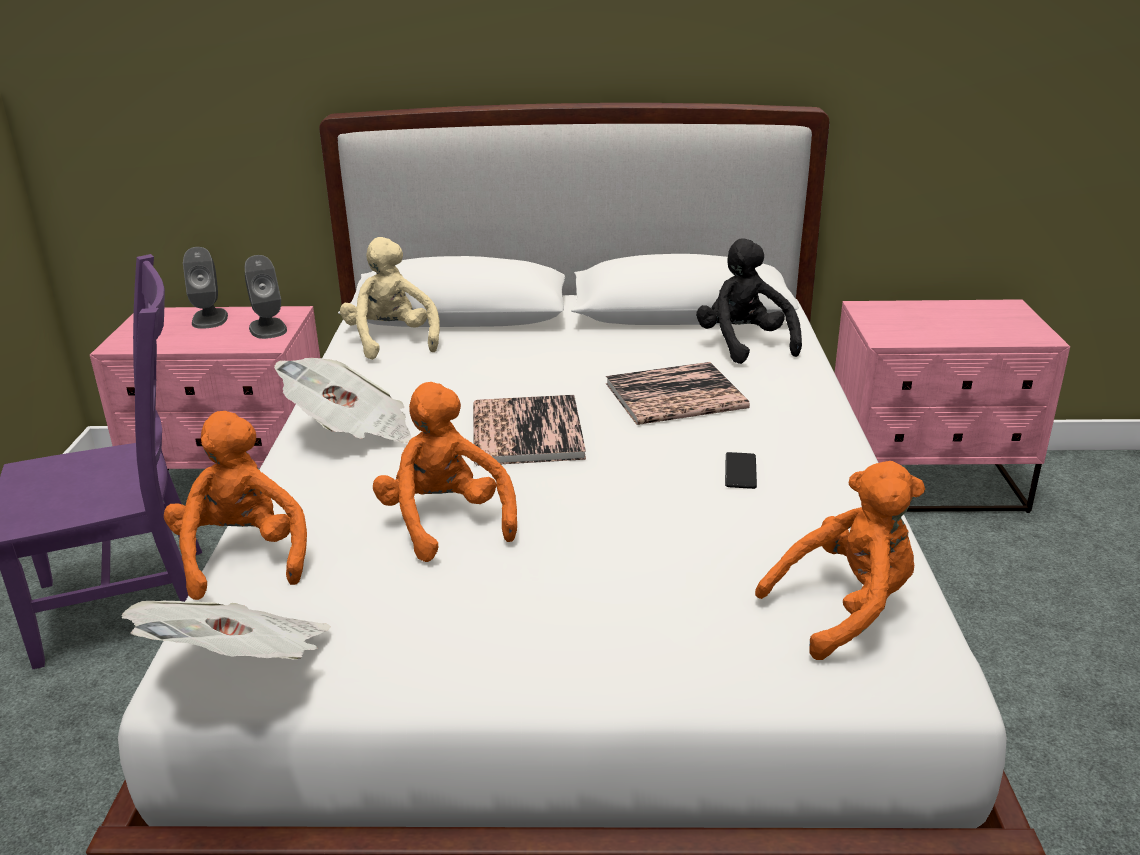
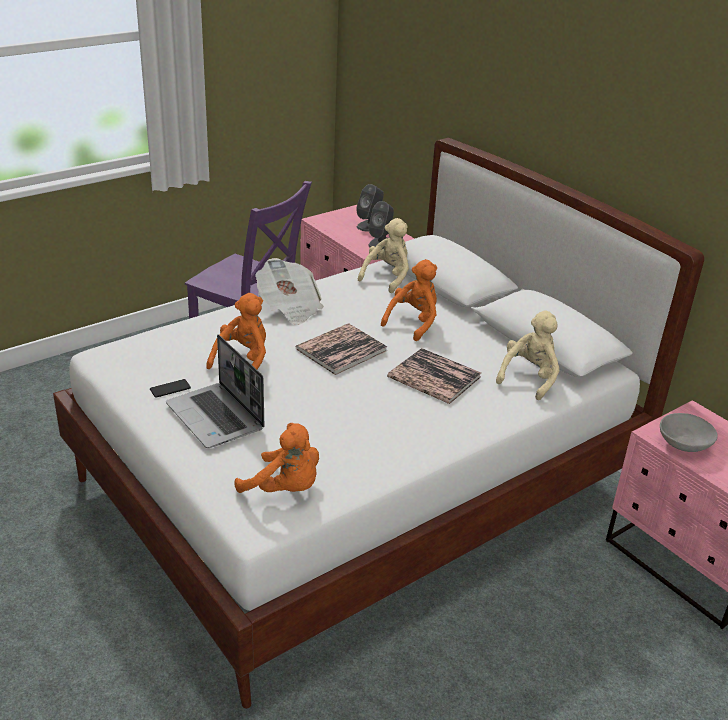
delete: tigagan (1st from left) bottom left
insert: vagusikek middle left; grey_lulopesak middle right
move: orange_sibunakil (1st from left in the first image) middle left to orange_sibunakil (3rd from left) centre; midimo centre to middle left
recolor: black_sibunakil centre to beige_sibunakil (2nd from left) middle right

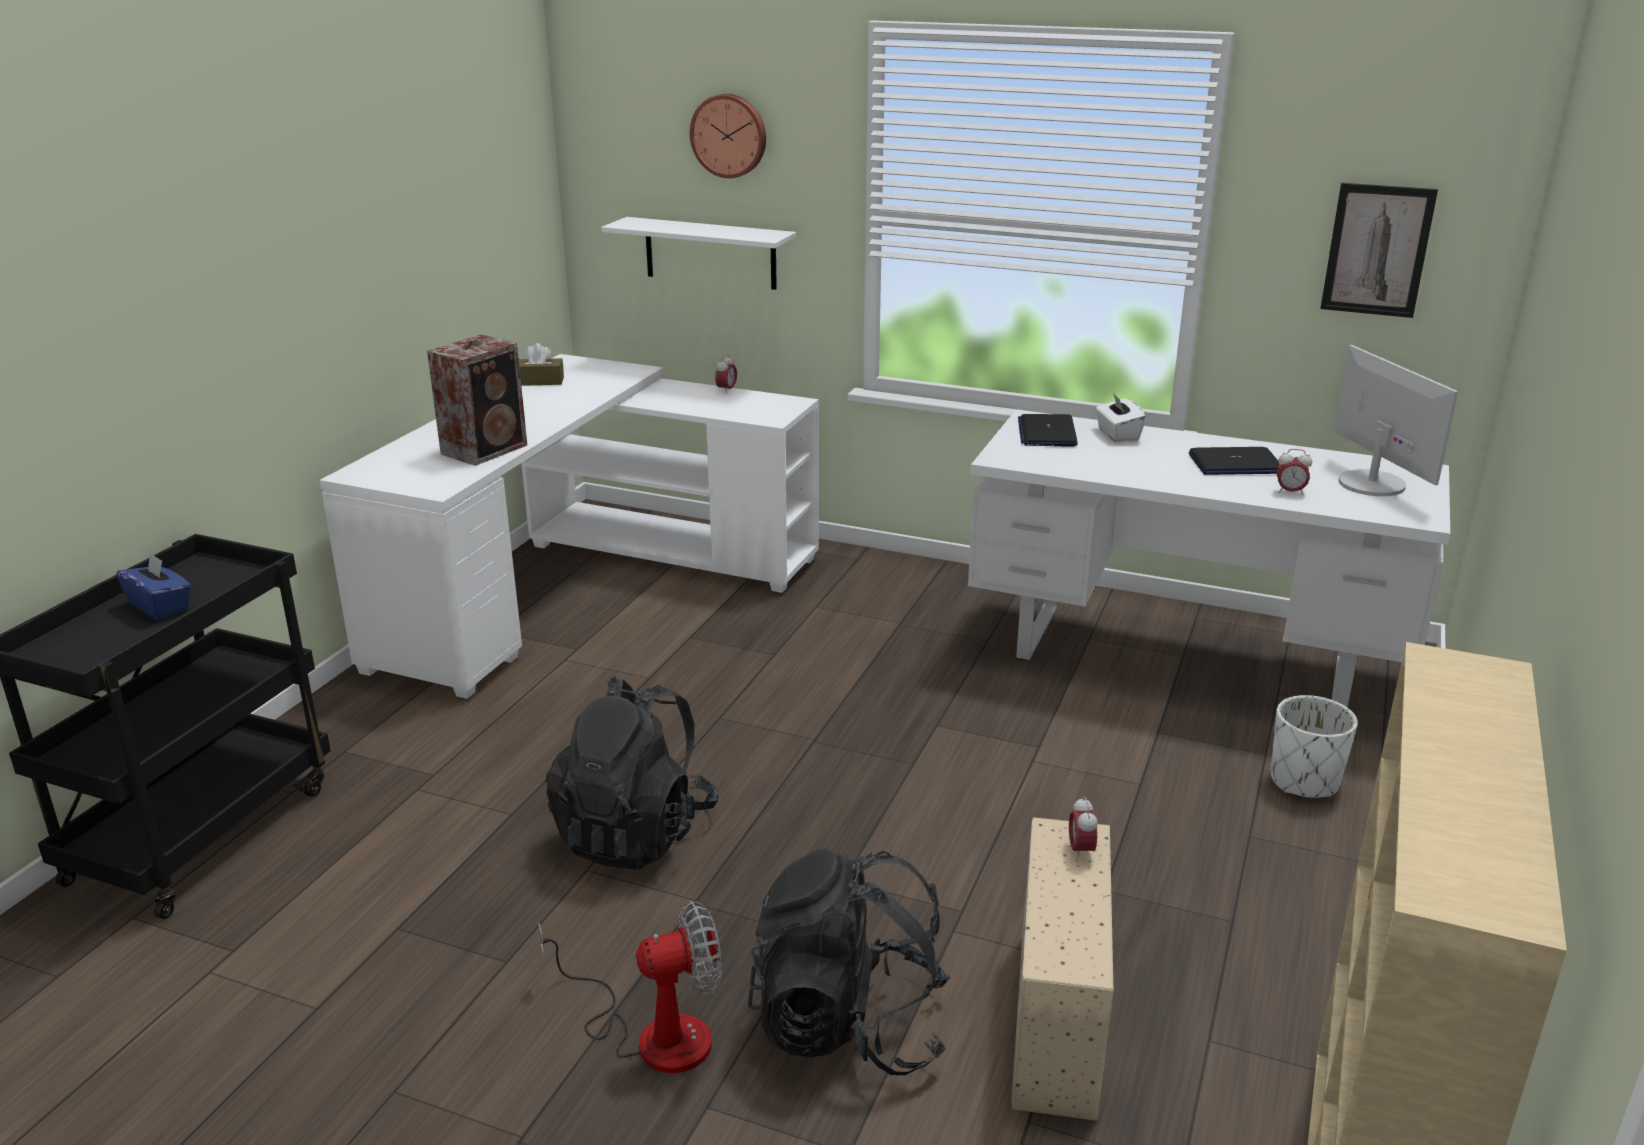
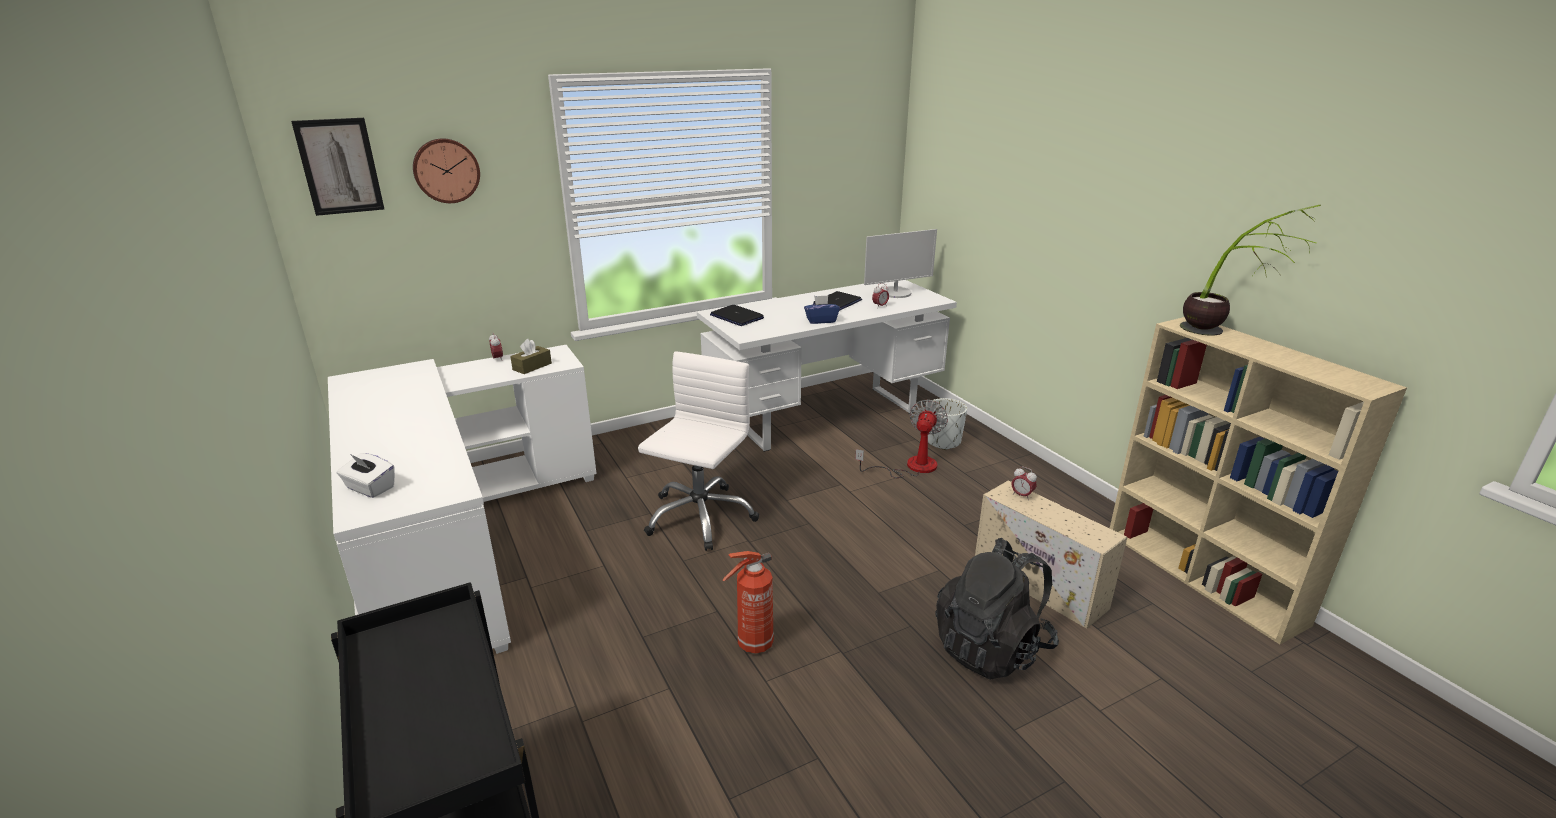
delete: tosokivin middle left; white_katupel top centre
insert: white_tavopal centre; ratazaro top right
move: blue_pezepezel middle left to centre; brown_pezepezel top left to centre; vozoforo bottom centre to centre; white_pezepezel middle right to middle left; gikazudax top right to top left
replace: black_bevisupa (1st from left) bottom centre to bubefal bottom centre
rotate: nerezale middle right = top centre 135 degrees clockwise

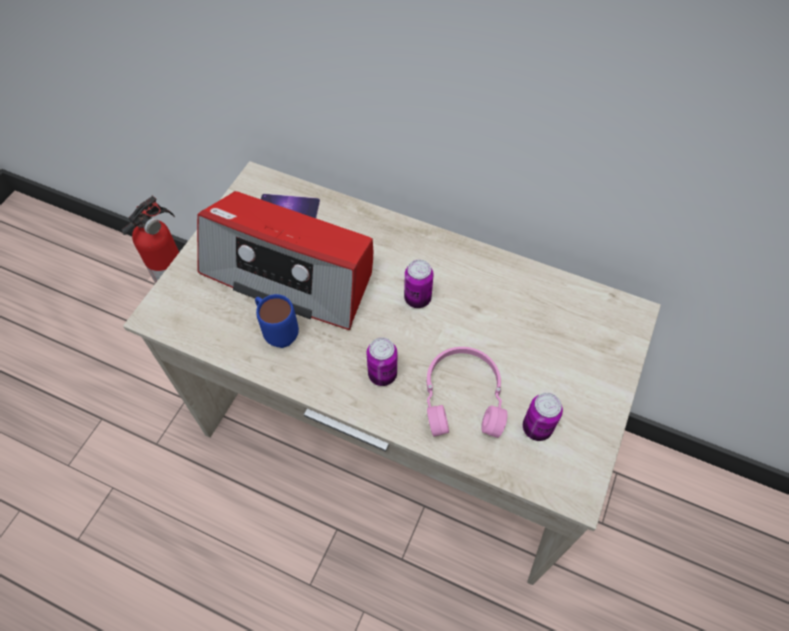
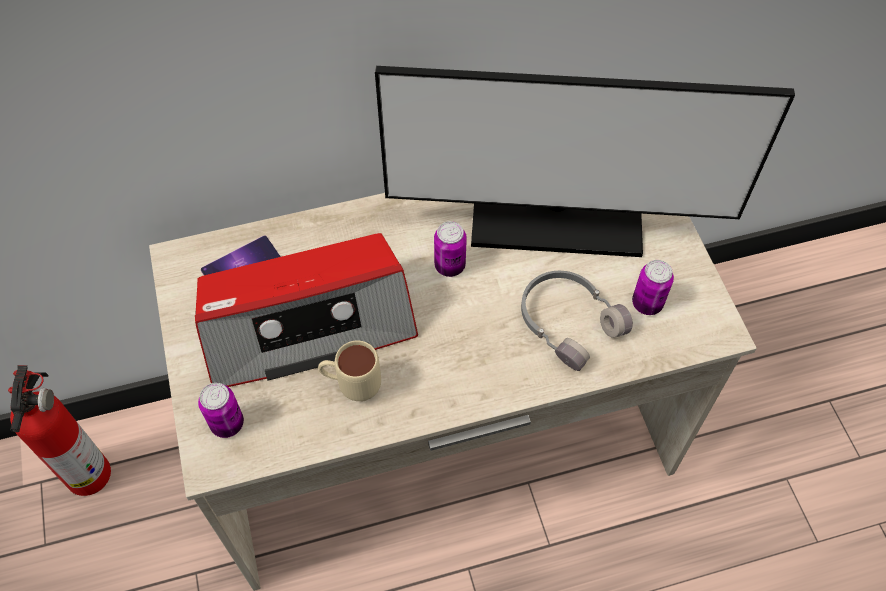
insert: nerezale top centre
move: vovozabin (1st from left) centre to bottom left
recolor: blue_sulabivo centre to beige_sulabivo centre; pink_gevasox centre to grey_gevasox centre

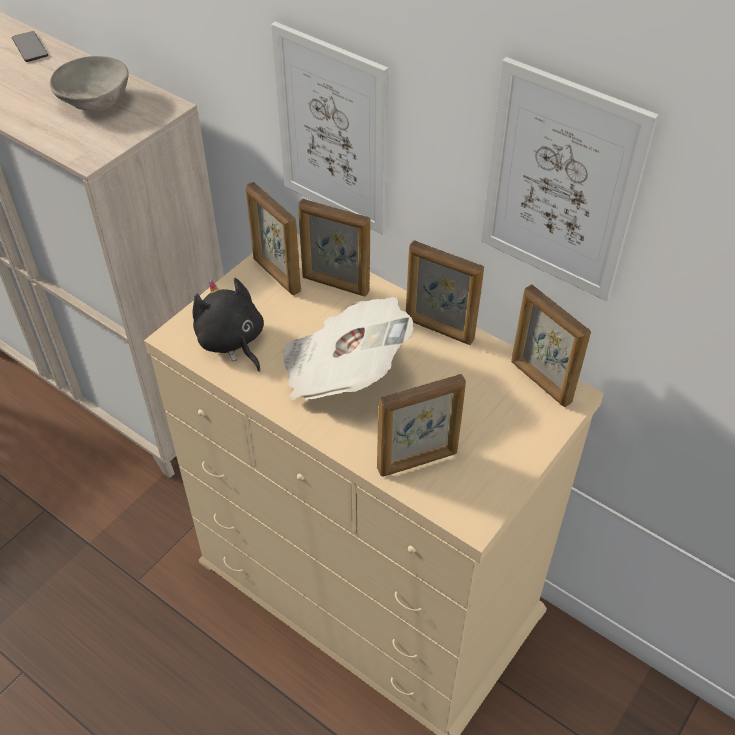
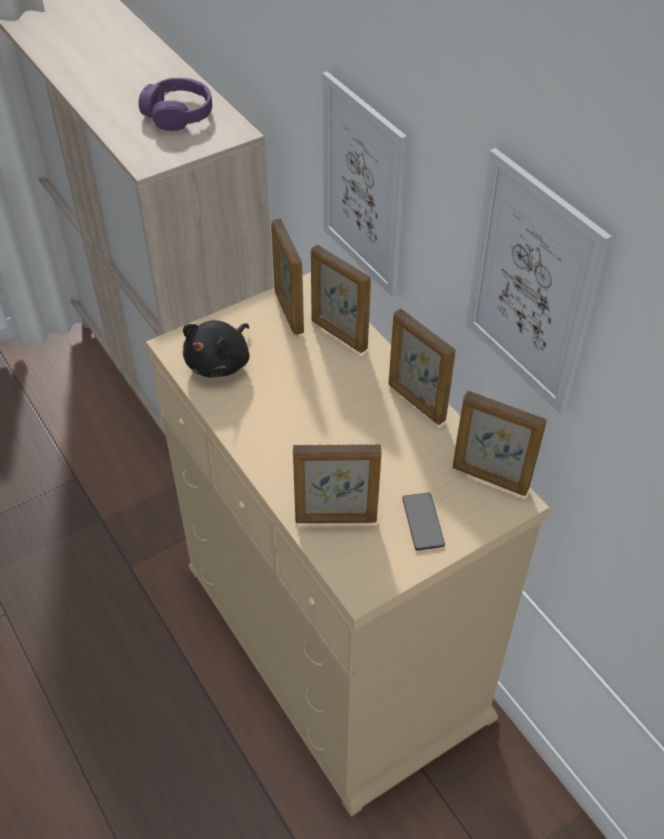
delete: tigagan centre
move: midimo top left to centre
replace: grey_lulopesak top left to purple_gevasox top left
rotate: black_sibunakil middle left = middle left 135 degrees counterclockwise; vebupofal (5th from left) middle right = middle right 45 degrees counterclockwise

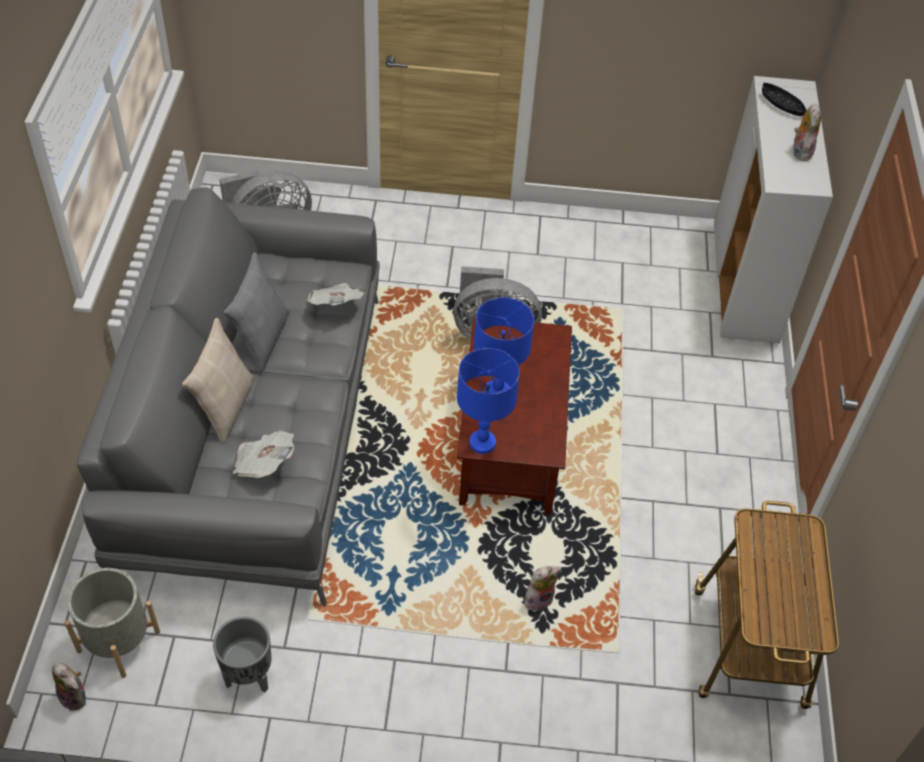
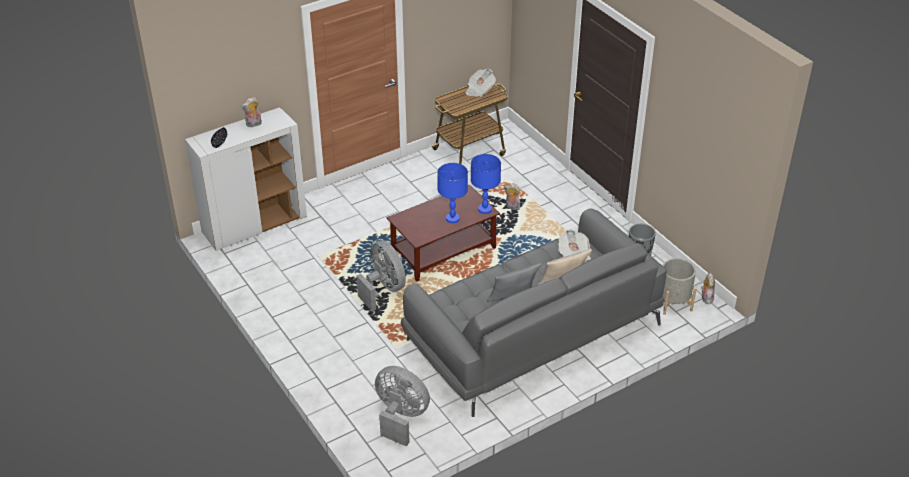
move: tigagan (2nd from left in the first image) centre to tigagan (1st from left) top centre

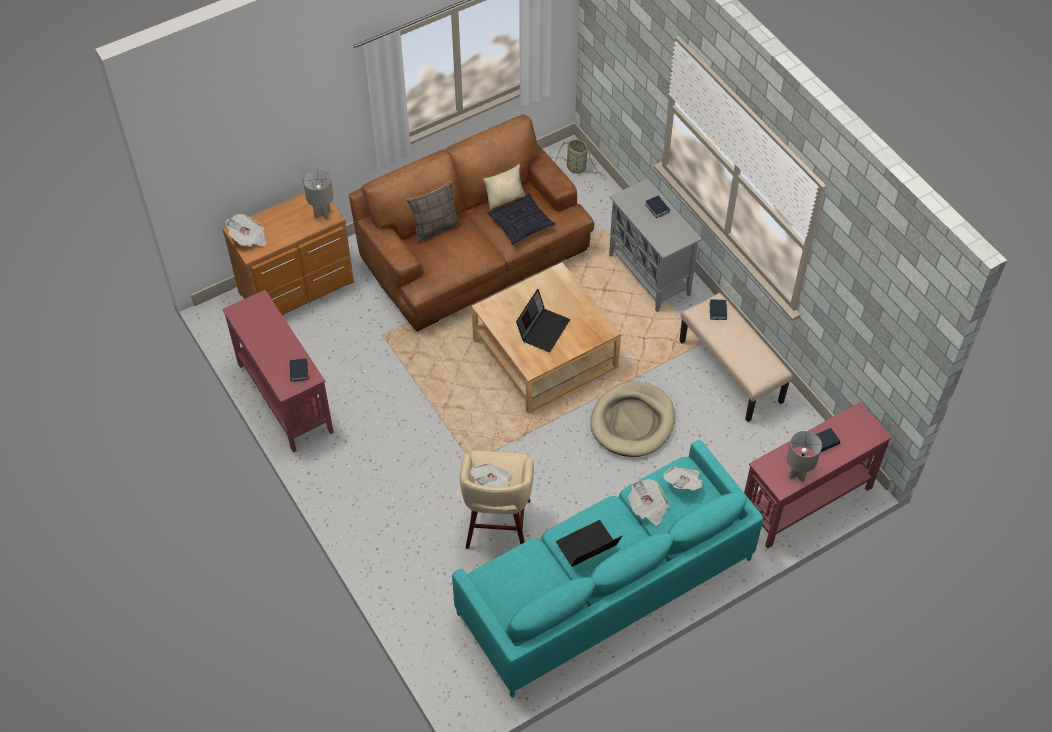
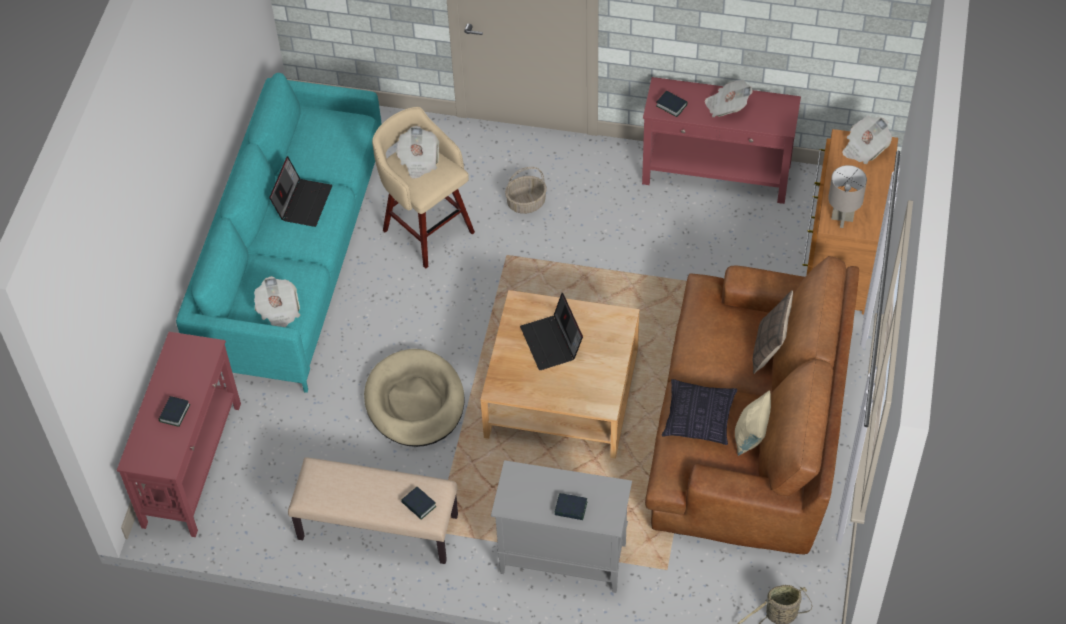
delete: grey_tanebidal (2nd from left) middle right
insert: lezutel (1st from left) top centre
move: tigagan (3rd from left) bottom centre to top right

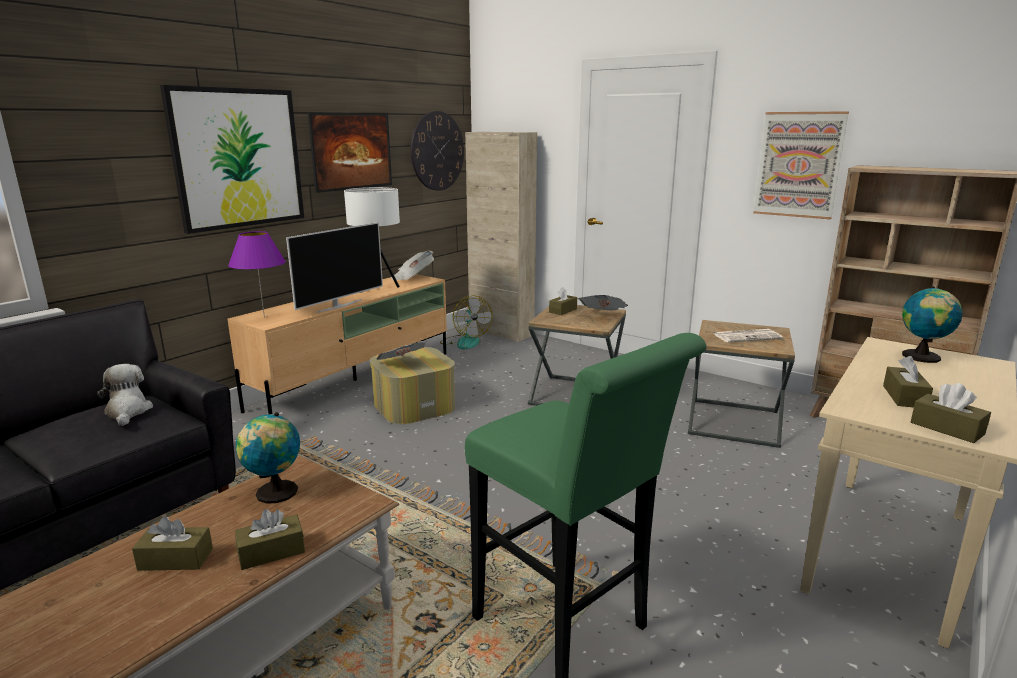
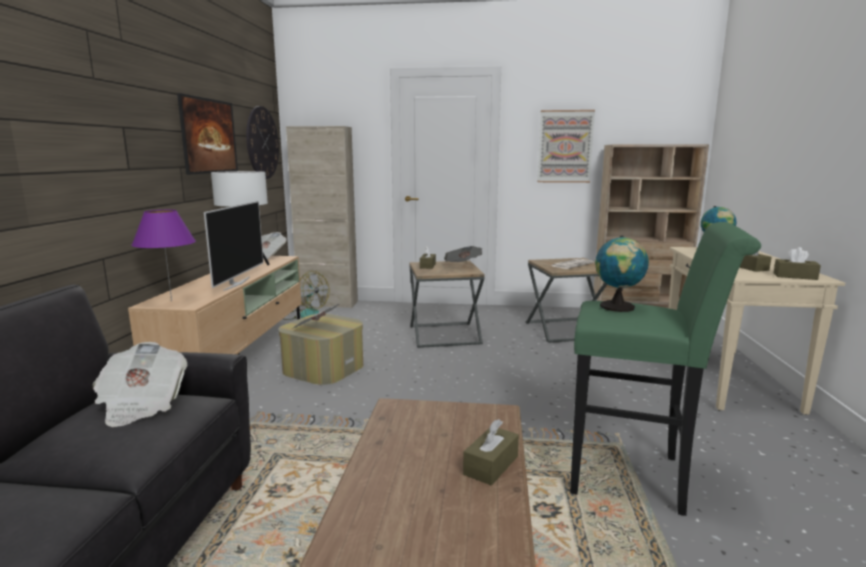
delete: brown_pezepezel (1st from left) bottom left; gikazudax (1st from left) top left
move: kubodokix (1st from left) bottom left to middle right
replace: sibunakil middle left to tigagan (1st from left) bottom left

